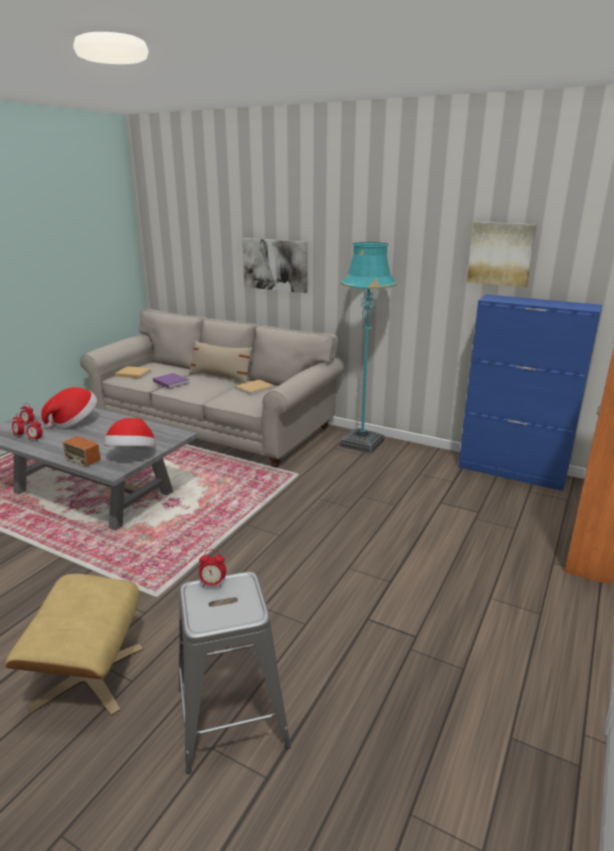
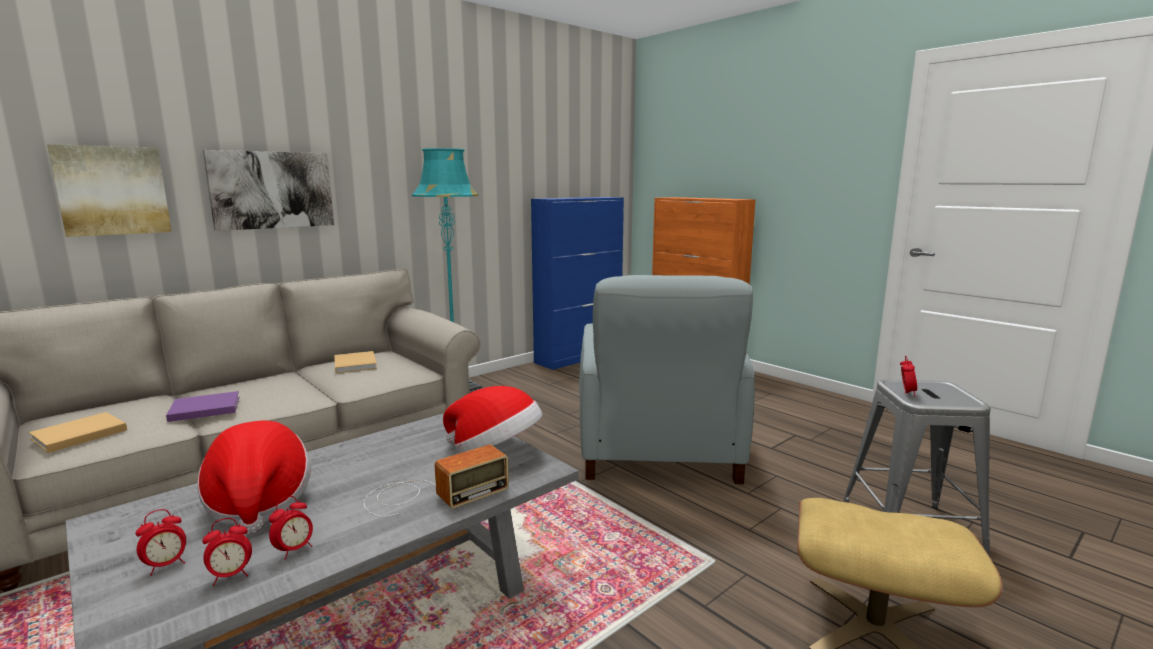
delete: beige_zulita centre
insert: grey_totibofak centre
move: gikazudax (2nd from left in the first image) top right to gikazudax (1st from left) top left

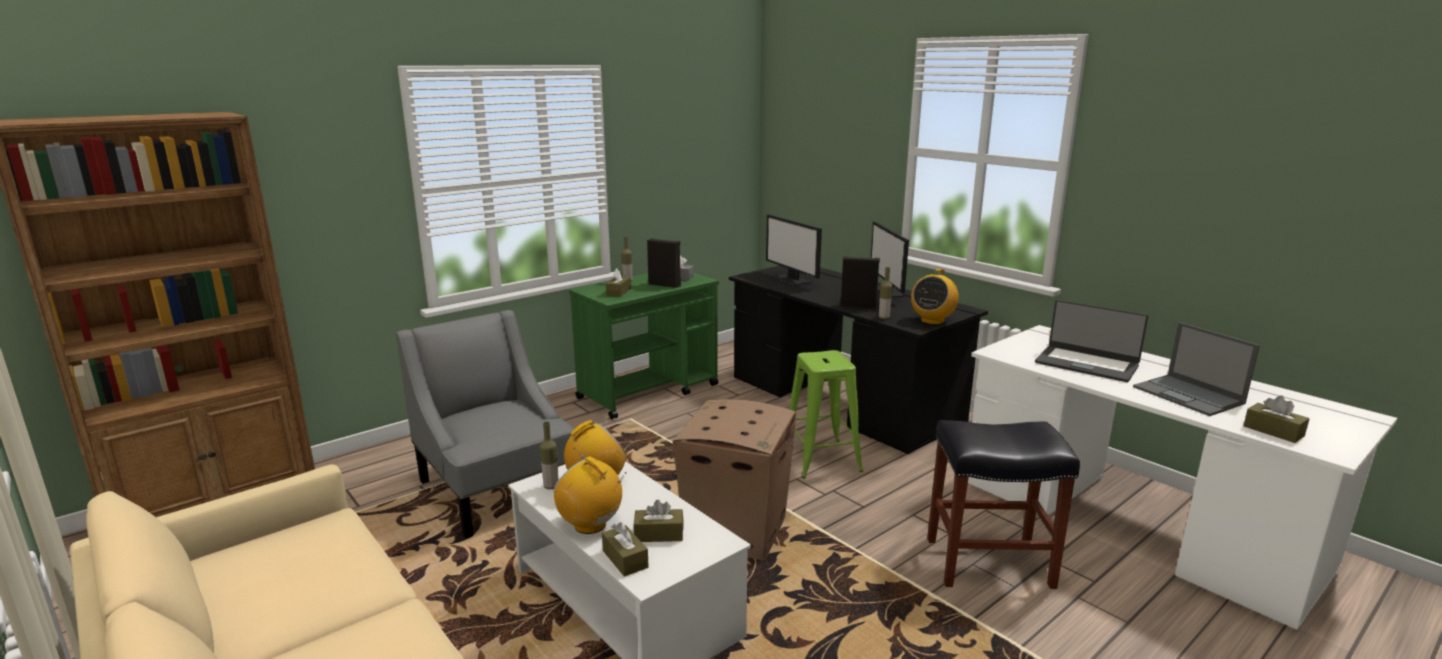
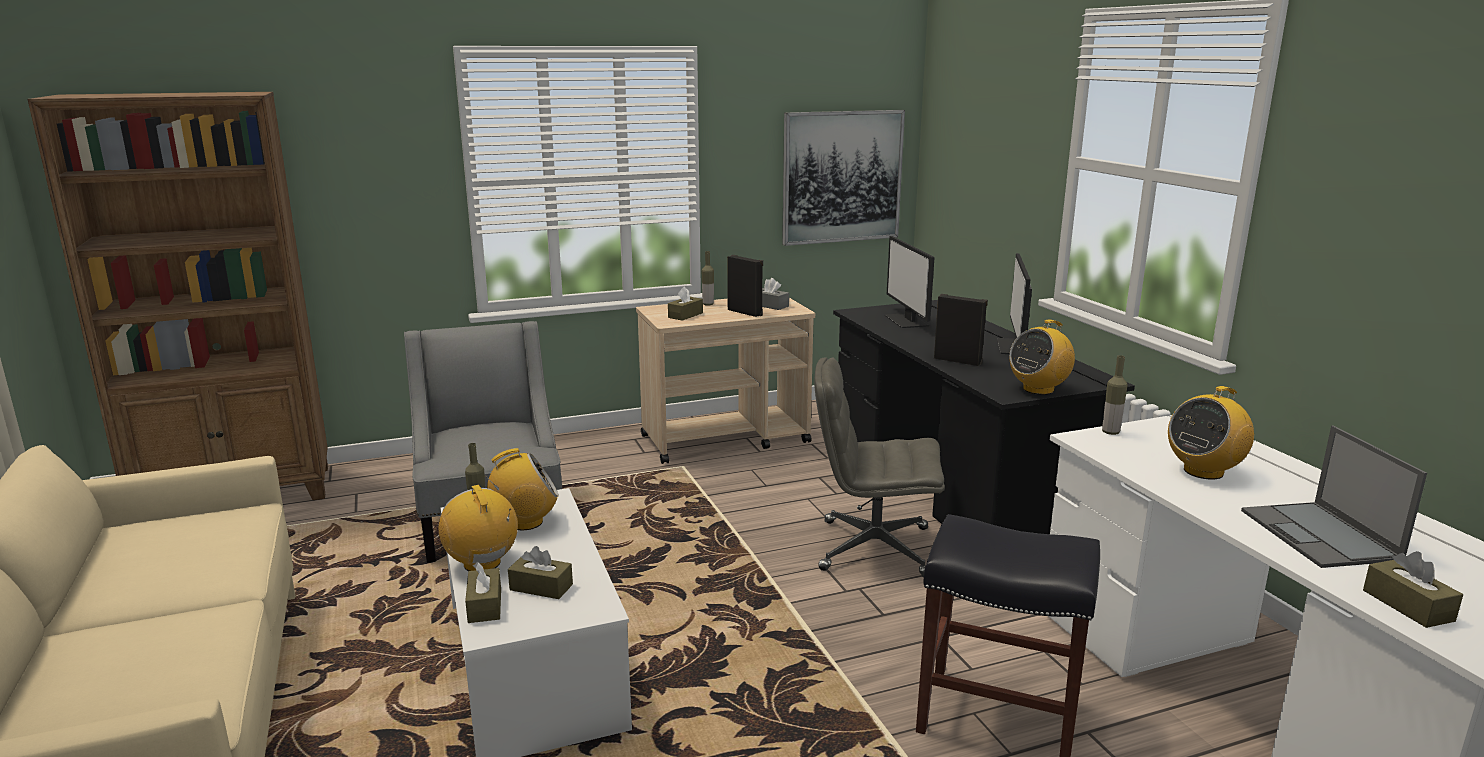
delete: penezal bottom centre
insert: gikazudax top centre
move: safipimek (3rd from left) centre to middle right
replace: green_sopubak centre to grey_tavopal centre; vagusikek (1st from left) middle right to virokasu (4th from left) middle right
recolor: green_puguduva centre to beige_puguduva centre

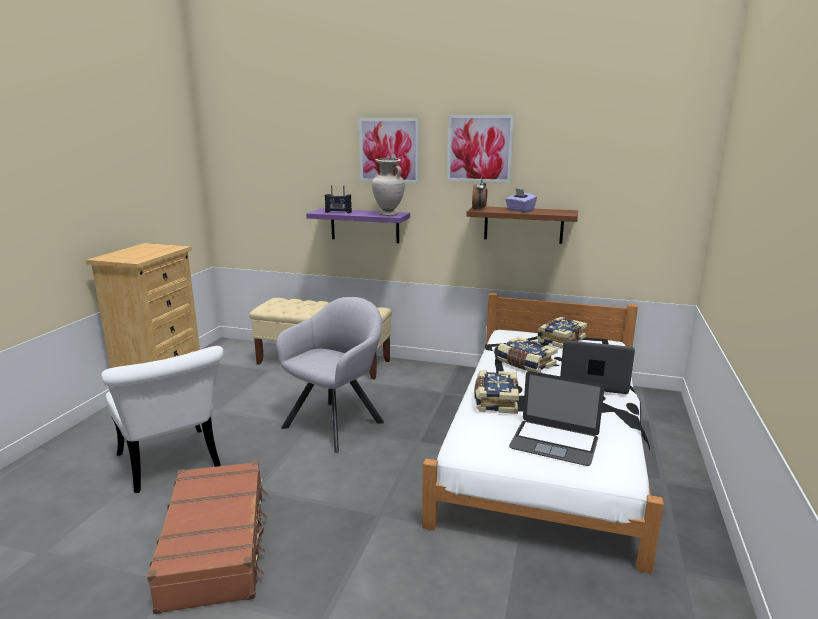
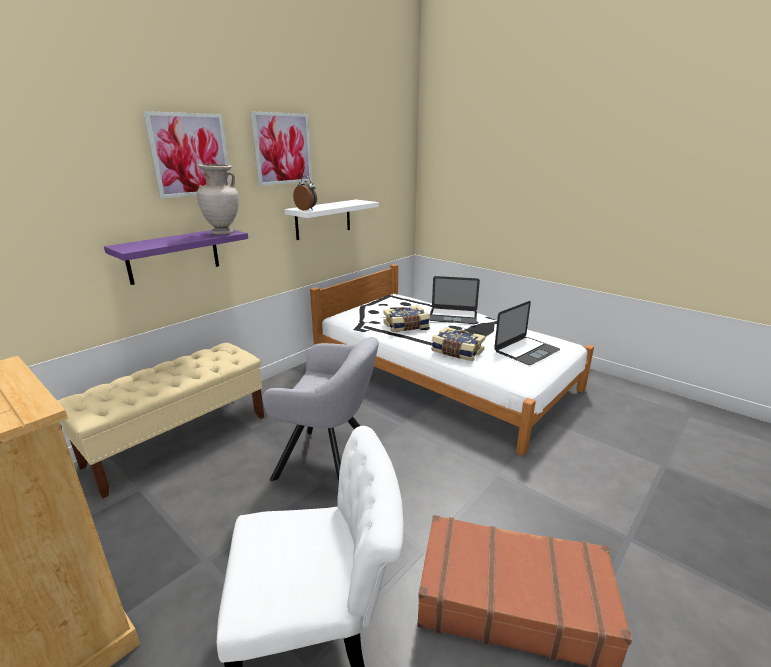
delete: virokasu top centre; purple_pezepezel top centre; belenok (3rd from left) middle right
recolor: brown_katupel centre to white_katupel top centre
rotate: grey_totibofak centre = centre 135 degrees clockwise; vagusikek (2nd from left in the first image) middle right = centre 120 degrees counterclockwise

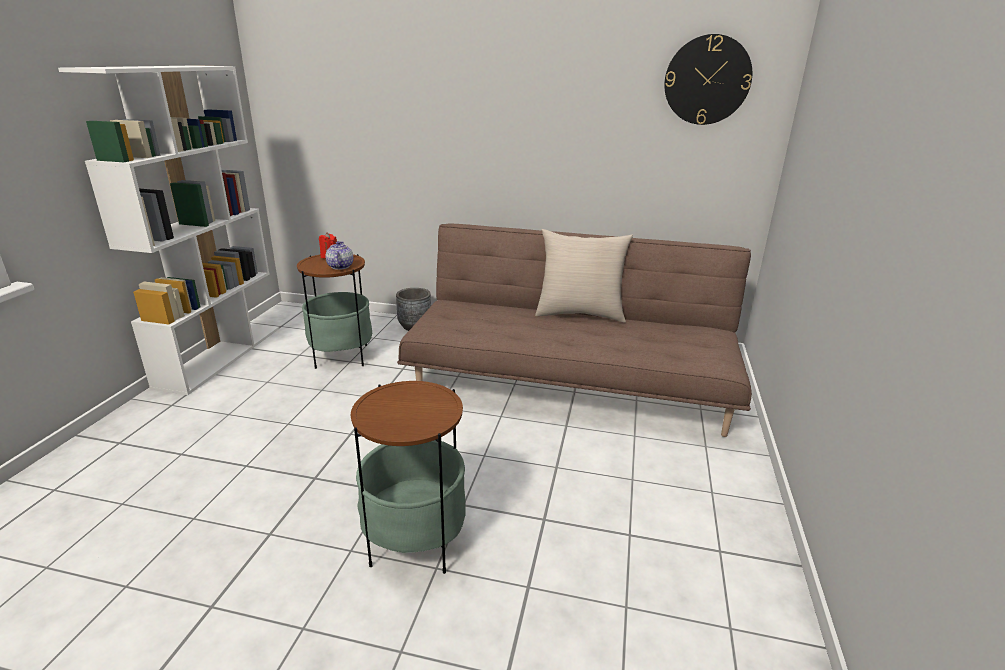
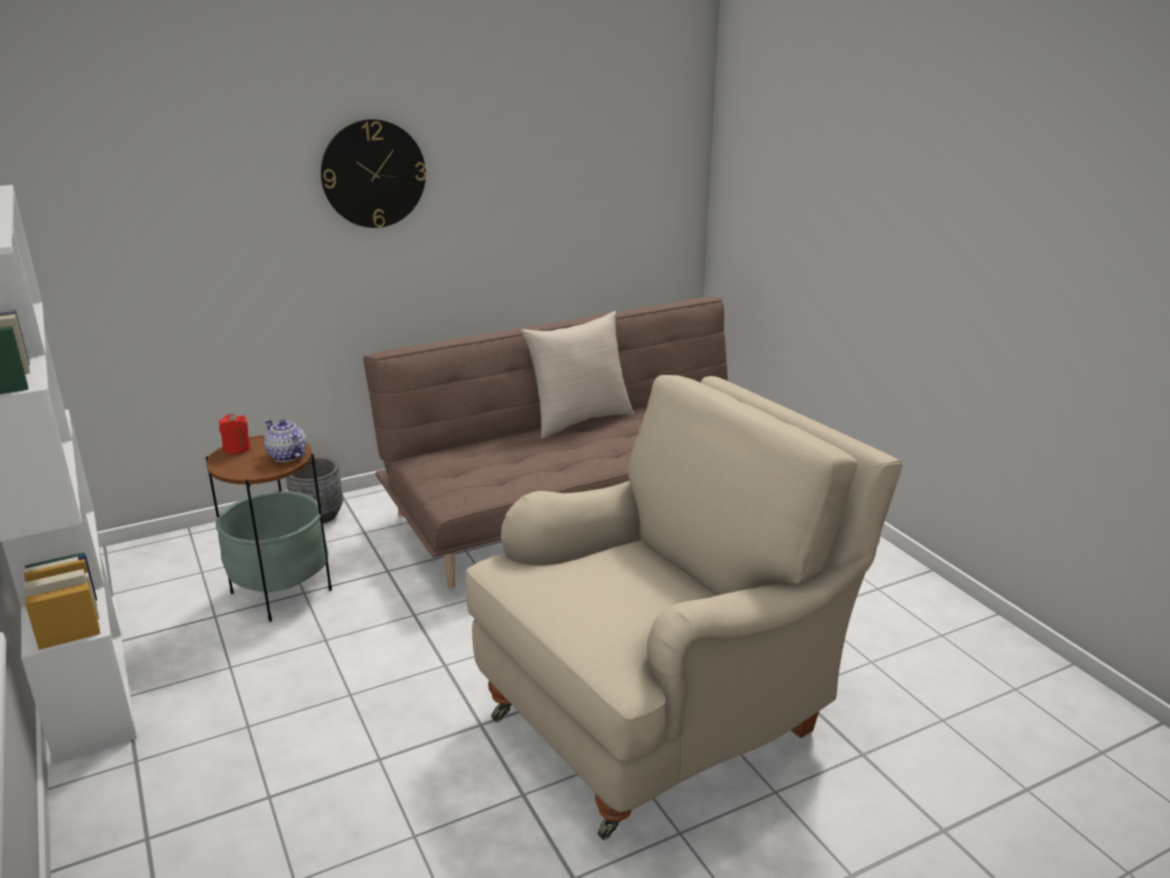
move: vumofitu top right to top left
replace: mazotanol (2nd from left) bottom centre to beige_totibofak bottom centre

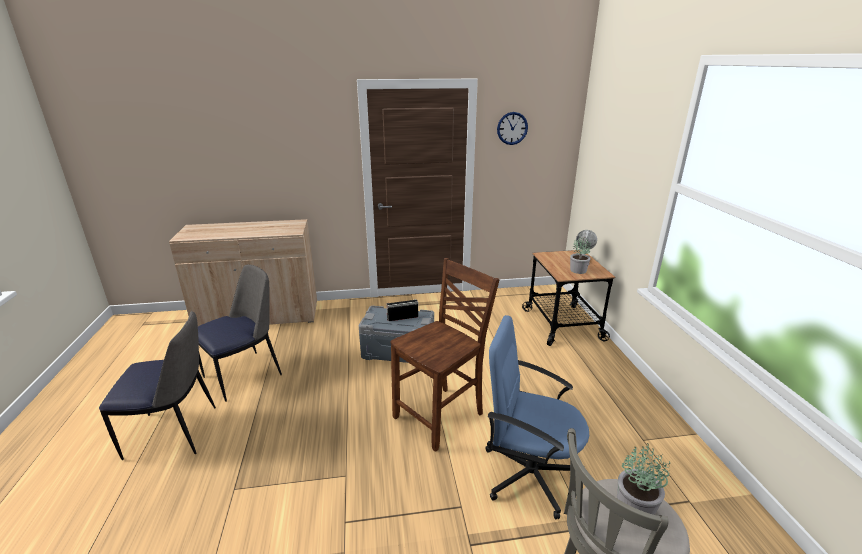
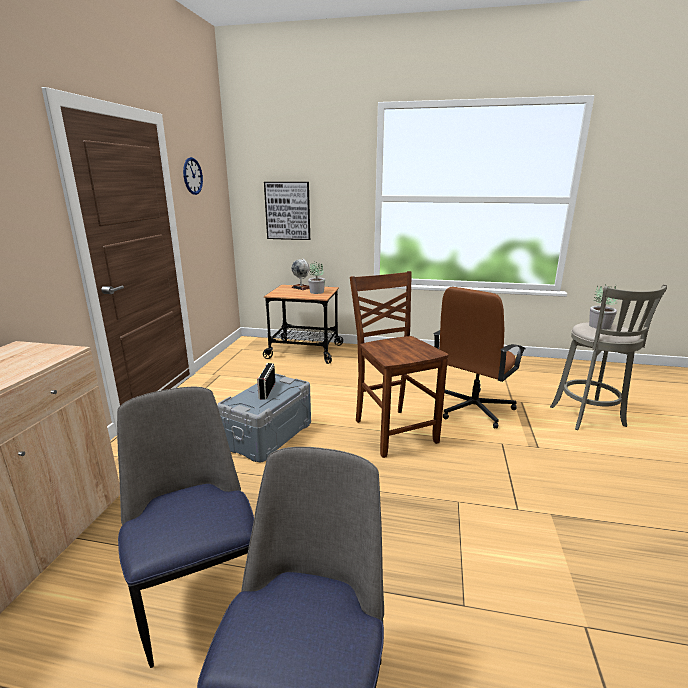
insert: gikazudax top centre
recolor: blue_tavopal bottom centre to brown_tavopal middle right

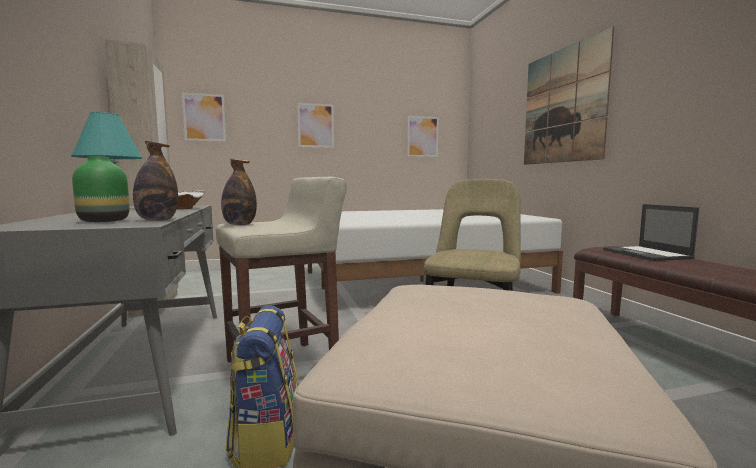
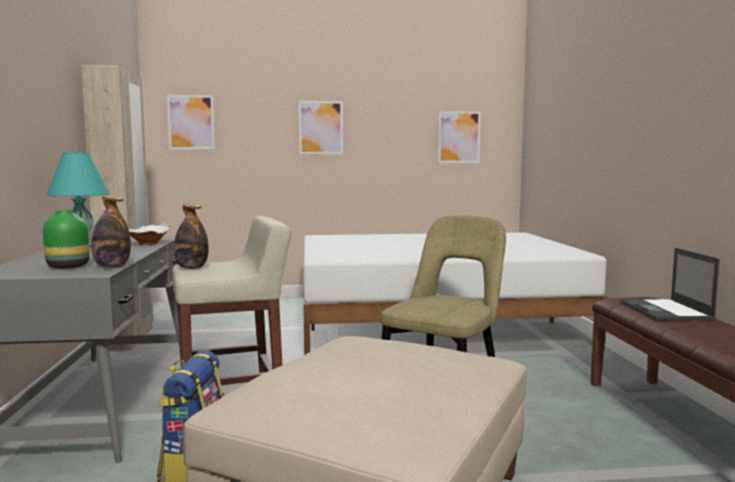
delete: gikazudax (4th from left) top right

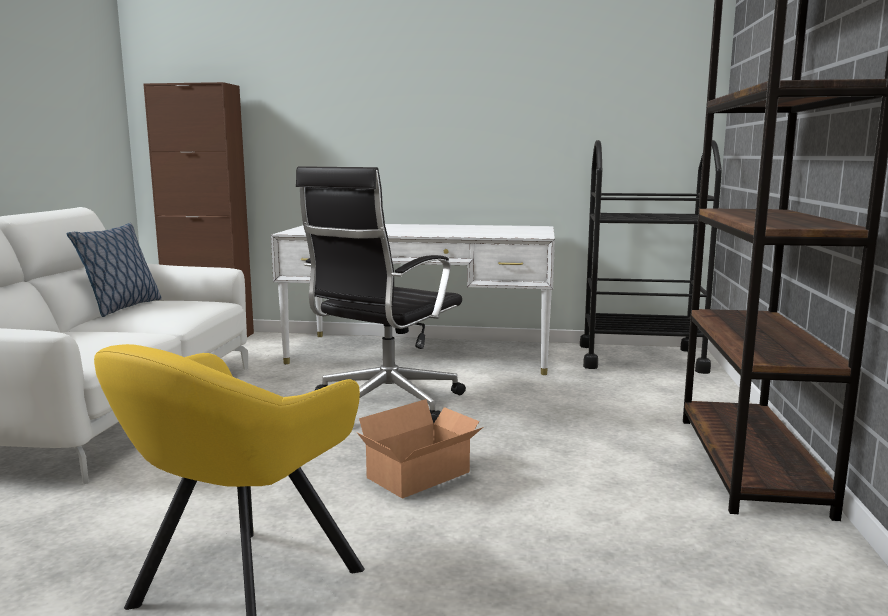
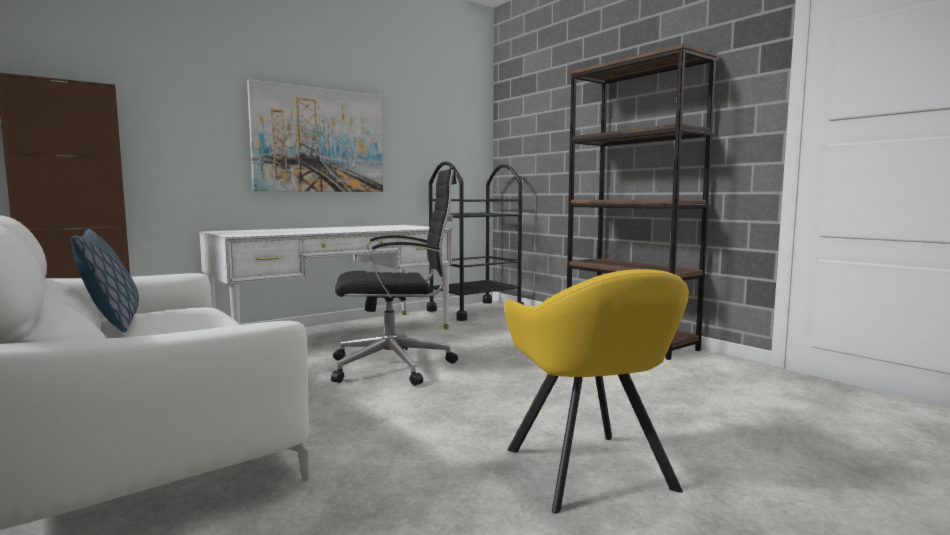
delete: penezal bottom centre
insert: gikazudax top left
rotate: black_tavopal centre = centre 90 degrees counterclockwise

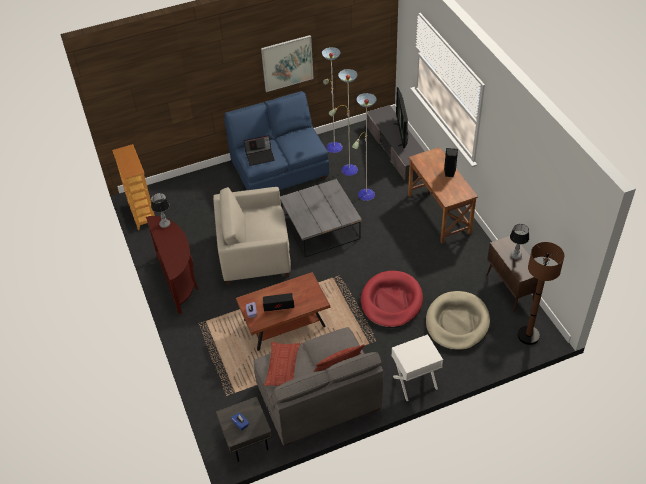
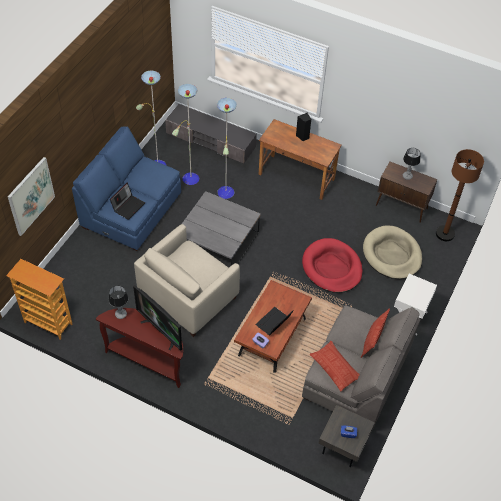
move: gikazudax top centre to middle left; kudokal top centre to middle left

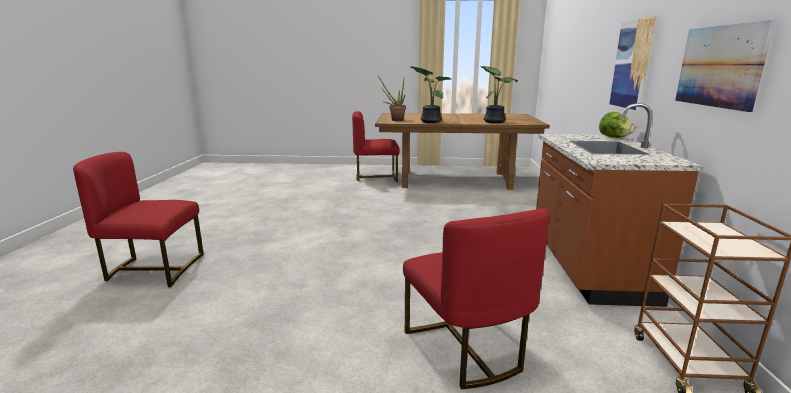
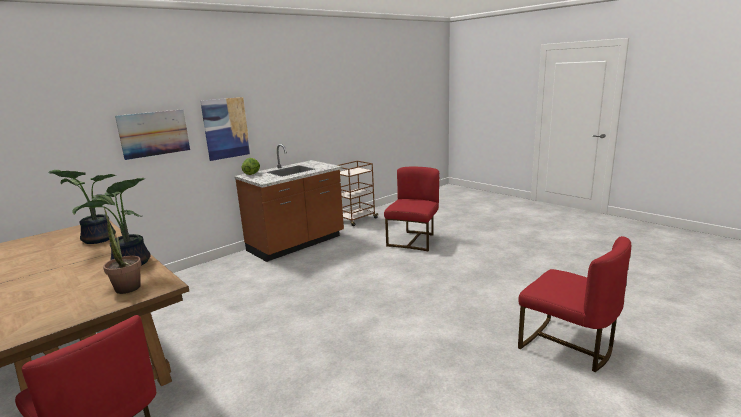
move: gikazudax (2nd from left in the first image) top right to gikazudax (1st from left) top left

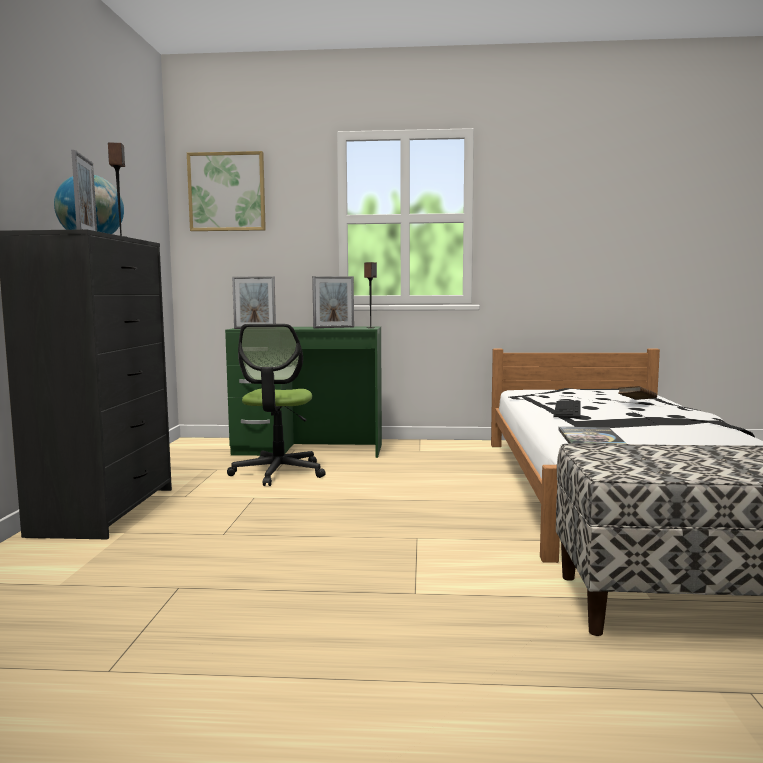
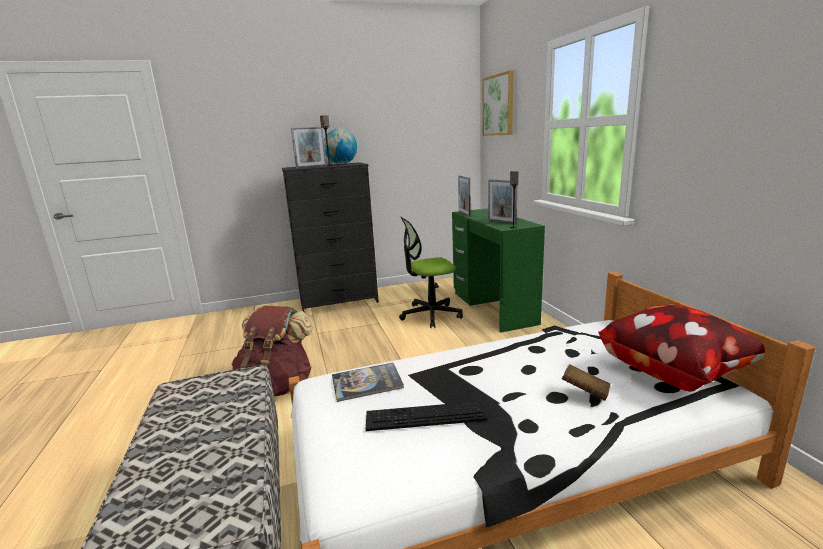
insert: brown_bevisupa middle left; zulita middle right
move: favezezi middle right to bottom centre

